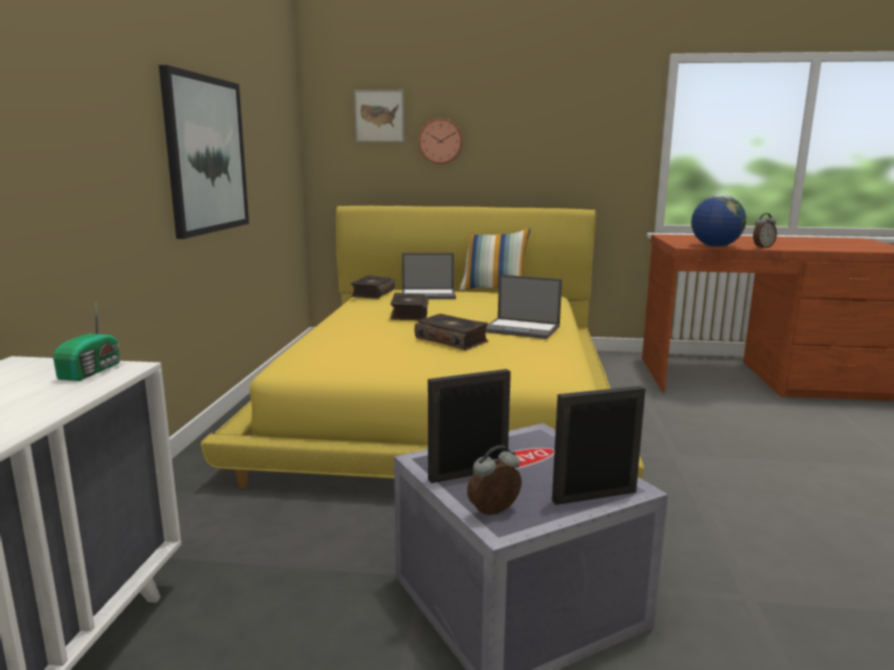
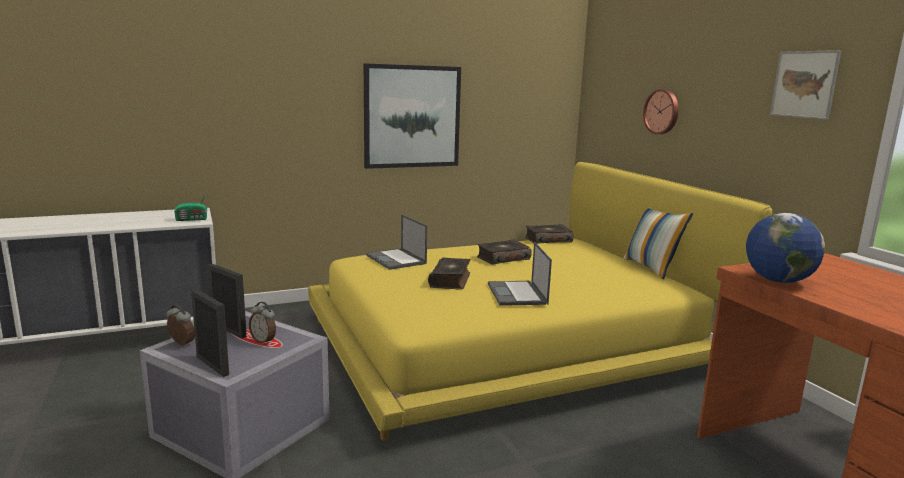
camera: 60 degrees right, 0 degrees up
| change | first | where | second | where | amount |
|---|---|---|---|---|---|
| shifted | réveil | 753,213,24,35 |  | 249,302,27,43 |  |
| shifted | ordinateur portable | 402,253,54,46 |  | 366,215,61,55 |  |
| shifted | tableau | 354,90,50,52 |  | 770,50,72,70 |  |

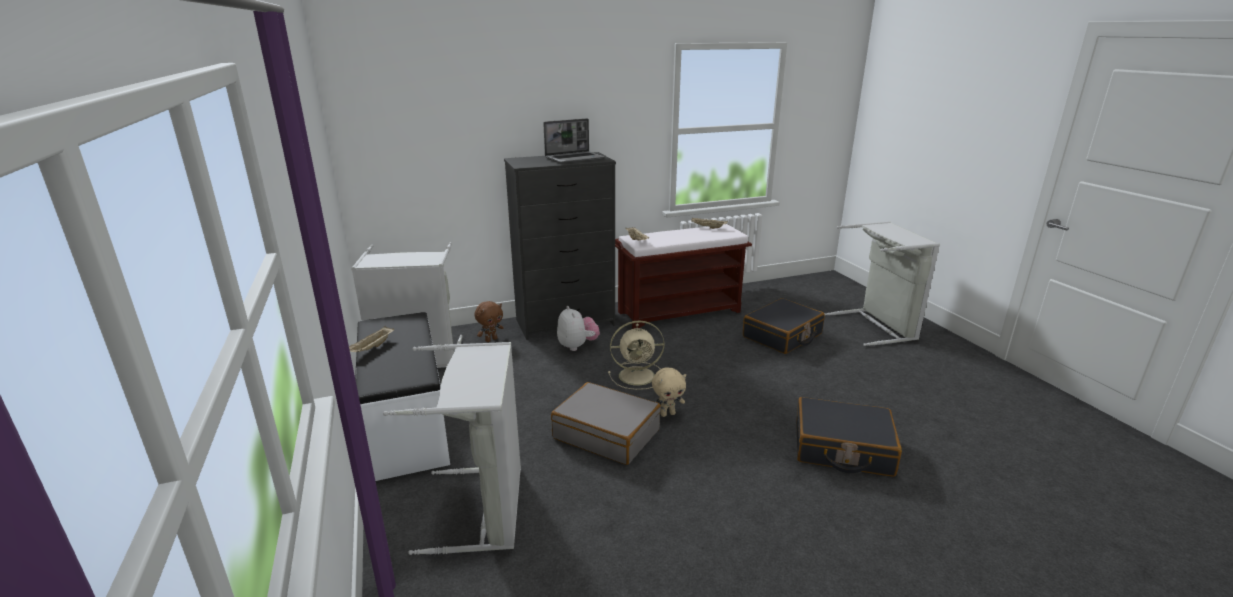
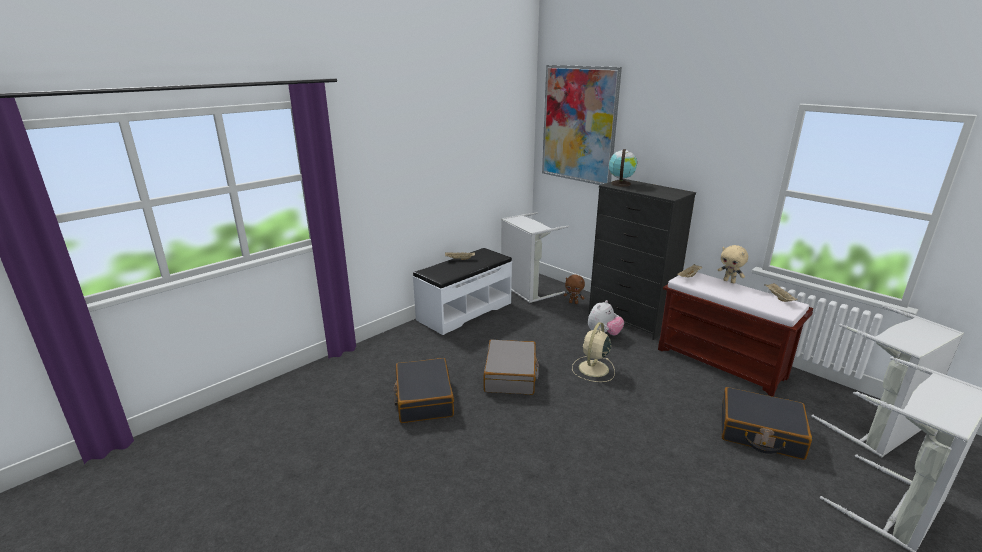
camera: 65 degrees right, 0 degrees up
| change | first | where | second | where | amount |
|---|---|---|---|---|---|
| shifted | valise/noir | 796,397,106,80 |  | 393,358,61,65 |  |
| new |  |  | tableau | 542,65,80,120 |  |
| rotated | ventilateur/beige | 608,321,56,69 |  | 572,322,43,60 | 60 degrees clockwise |
| new |  |  | globe | 609,149,28,38 |  |
| shifted | peluche/beige | 652,368,34,49 |  | 718,245,30,38 |  |
| shifted | panier à linge/gris | 383,342,138,213 |  | 811,305,153,152 |  |
| gone | ordinateur portable | 543,118,62,45 |  |  |  |

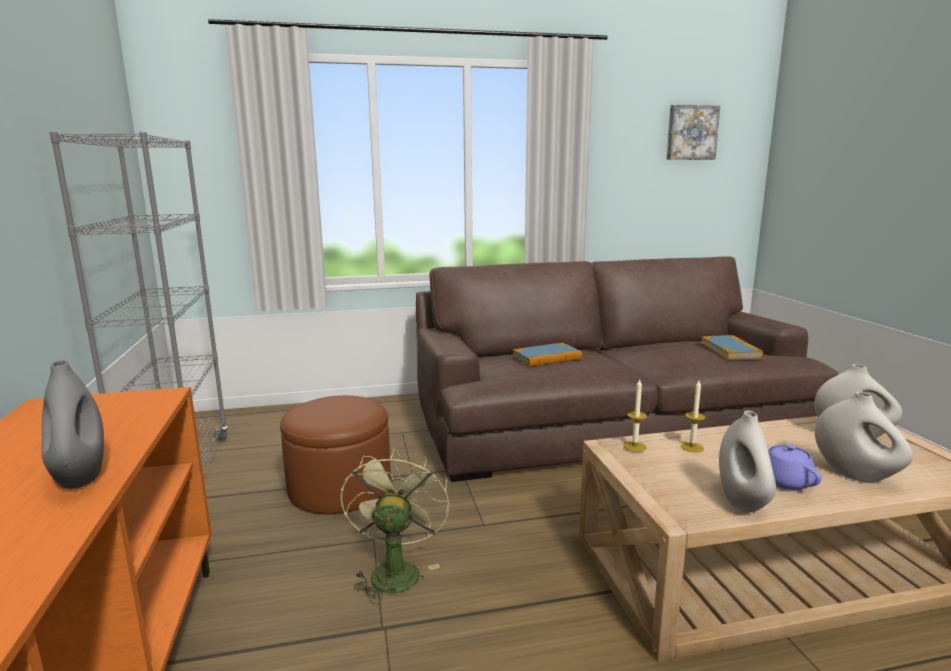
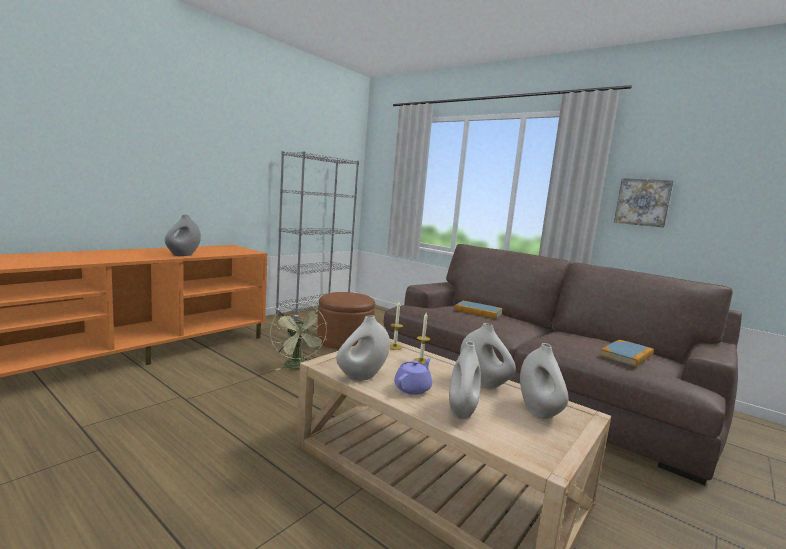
camera: 50 degrees right, 5 degrees down
| change | first | where | second | where | amount |
|---|---|---|---|---|---|
| rotated | ventilateur/vert | 340,448,110,156 |  | 270,303,57,67 | 105 degrees clockwise |
| new |  |  | vase/blanc | 460,323,56,66 |  |
| shifted | tableau | 666,105,54,55 |  | 614,178,60,49 |  |

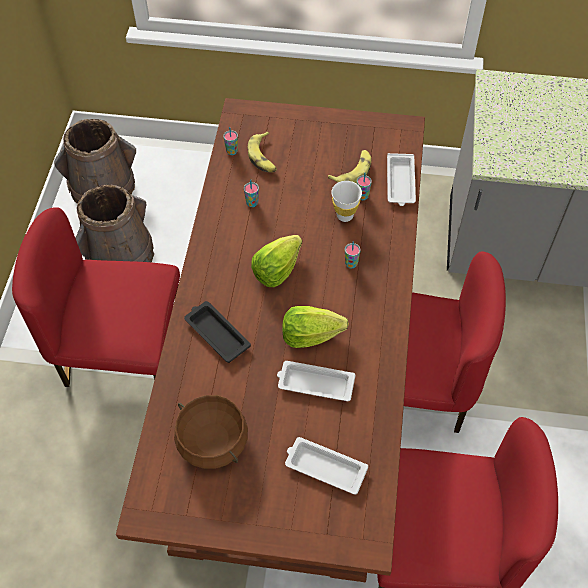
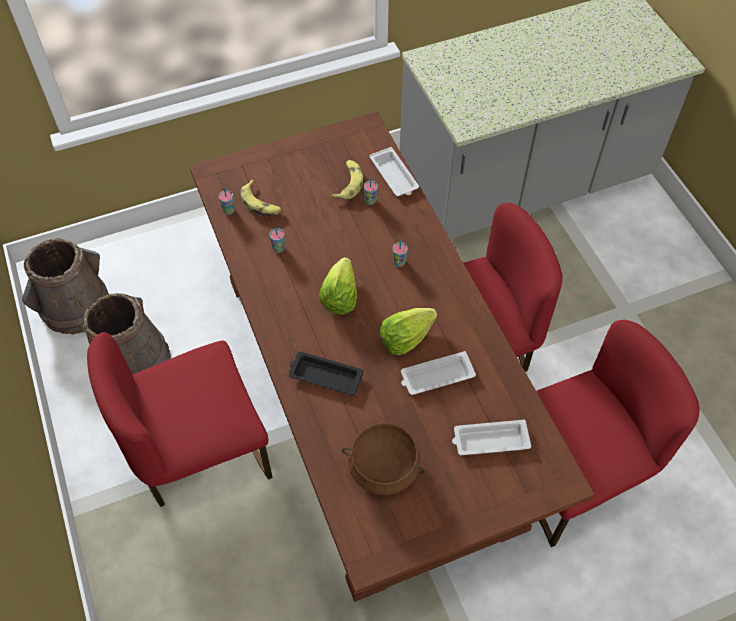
camera: 30 degrees left, 0 degrees up
| change | first | where | second | where | amount |
|---|---|---|---|---|---|
| gone | tasse/blanc | 331,181,31,41 |  |  |  |

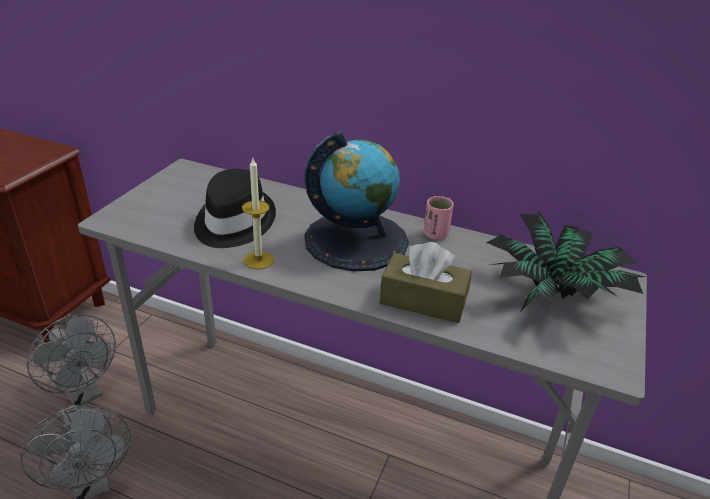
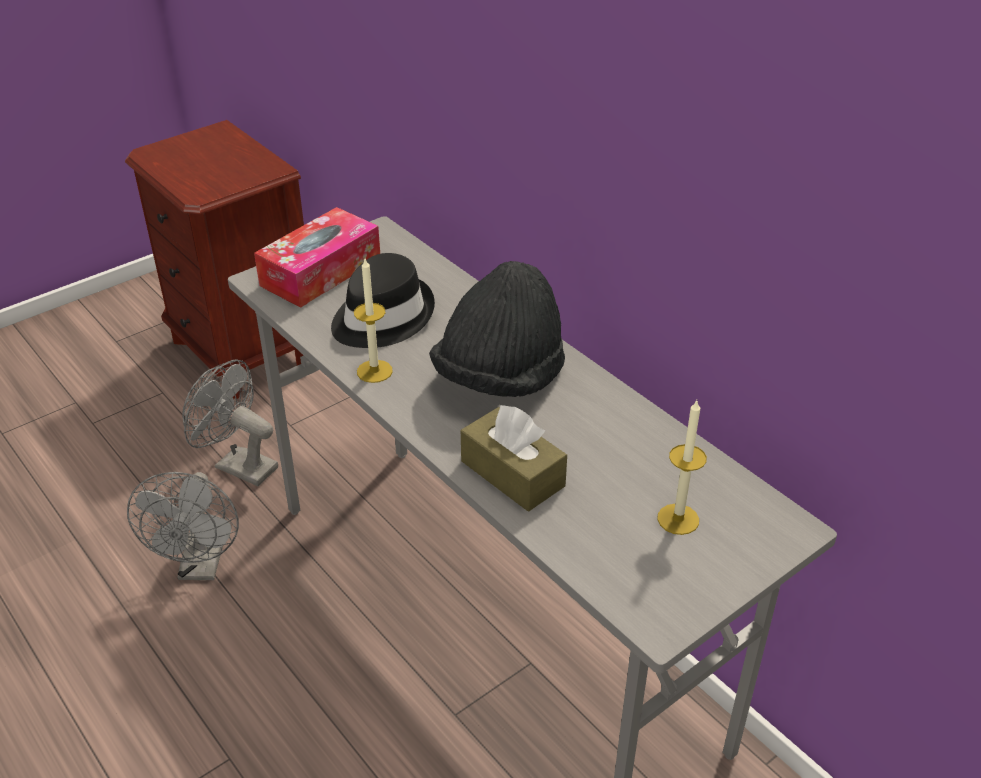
camera: 30 degrees right, 5 degrees up
| change | first | where | second | where | amount |
|---|---|---|---|---|---|
| rotated | ventilateur/gris | 27,314,89,92 |  | 182,359,96,127 | 135 degrees clockwise |
| new |  |  | boîte à mouchoirs | 254,207,126,101 |  |
| swapped | globe | 304,131,105,140 | chapeau/noir | 429,261,136,136 |  |
| swapped | plante en pot | 486,212,159,101 | bougie | 657,401,50,134 |  |
| gone | tasse/rose | 424,196,30,44 |  |  |  |

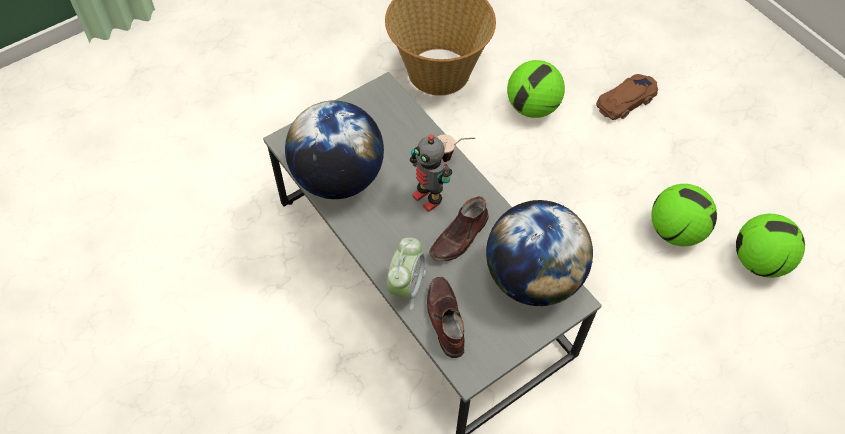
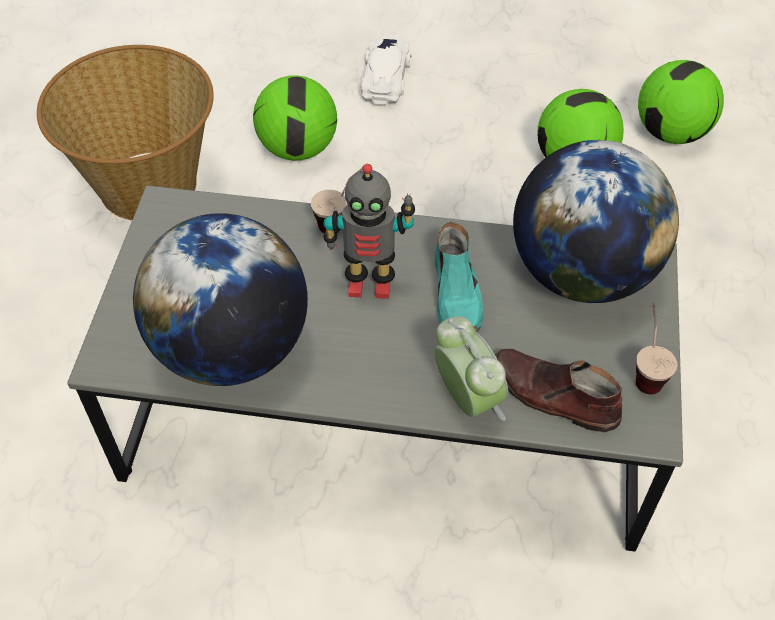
camera: 45 degrees left, 5 degrees down
| change | first | where | second | where | amount |
|---|---|---|---|---|---|
| repainted | petite voiture/marron | 596,74,62,46 | petite voiture/blanc | 361,35,50,69 |  |
| repainted | chaussure/marron | 429,196,60,65 | chaussure/turquoise | 435,222,48,111 |  |
| new |  |  | tasse | 636,303,41,92 |  |

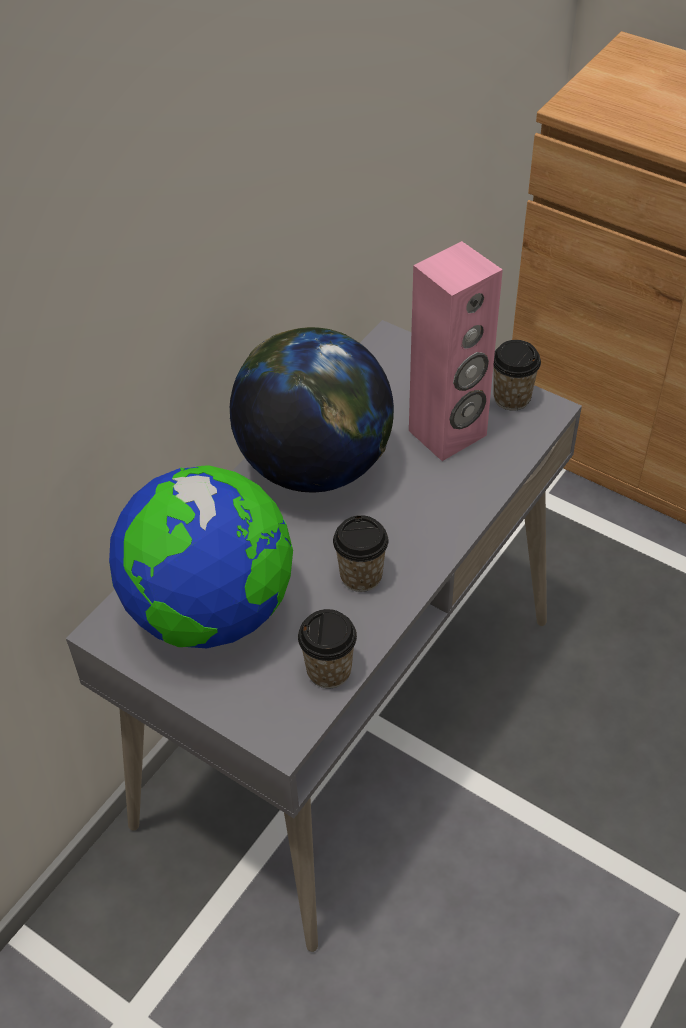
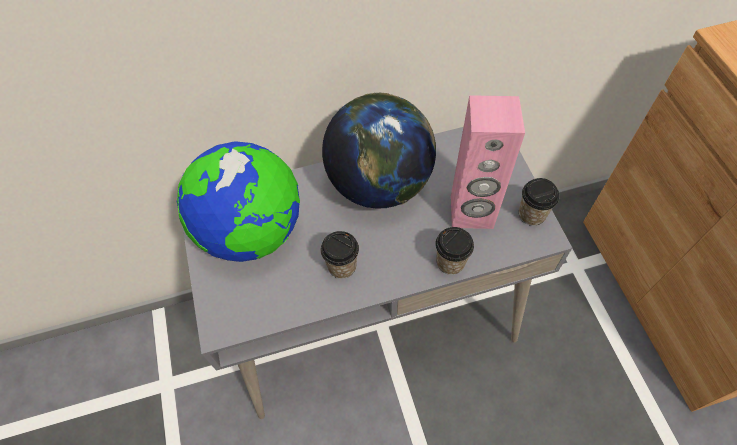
camera: 40 degrees right, 10 degrees up
| change | first | where | second | where | amount |
|---|---|---|---|---|---|
| shifted | tasse | 298,609,59,79 |  | 435,227,39,48 |  |

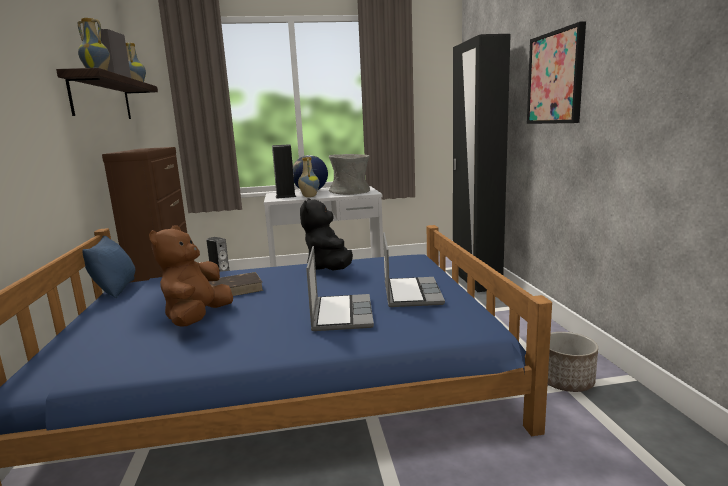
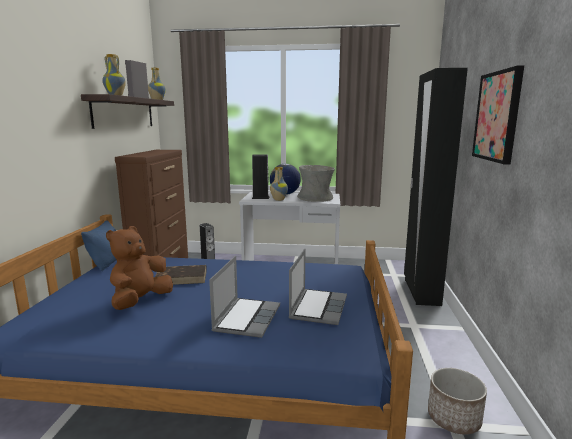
camera: 15 degrees right, 0 degrees up
| change | first | where | second | where | amount |
|---|---|---|---|---|---|
| gone | peluche/noir | 300,198,53,72 |  |  |  |

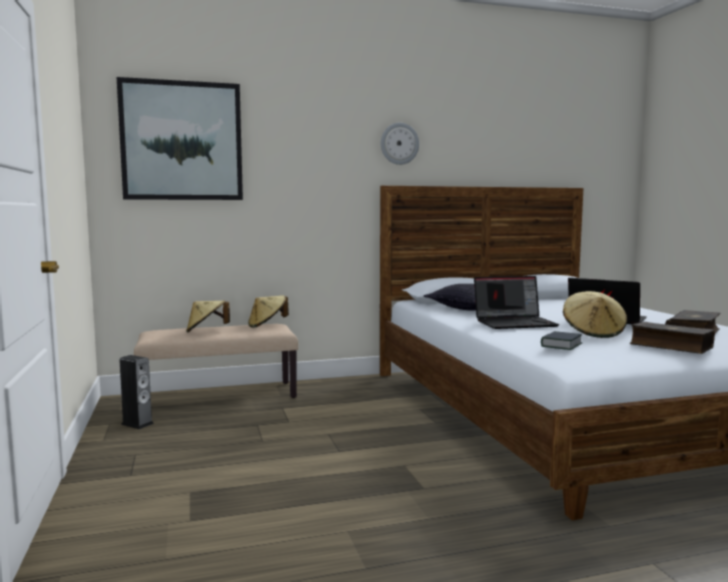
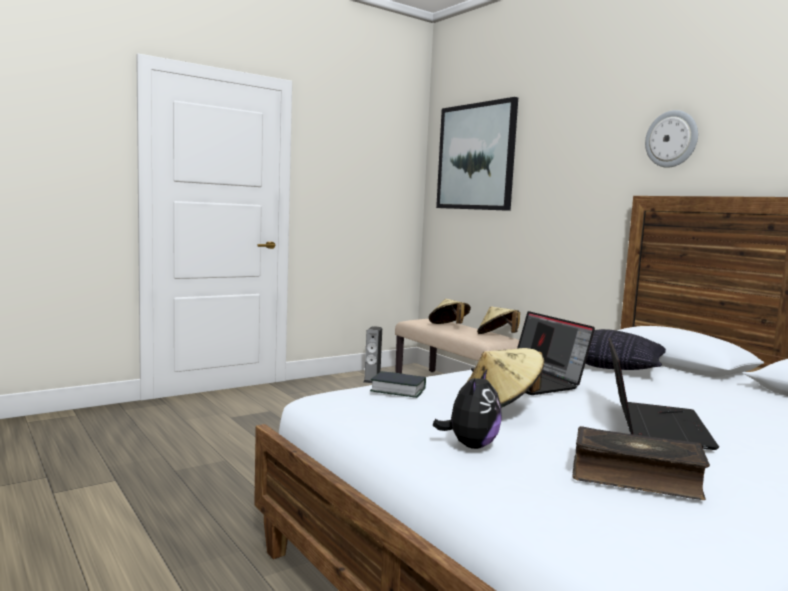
camera: 70 degrees right, 0 degrees up
| change | first | where | second | where | amount |
|---|---|---|---|---|---|
| swapped | livre | 630,322,85,32 | peluche | 433,370,69,79 |  |

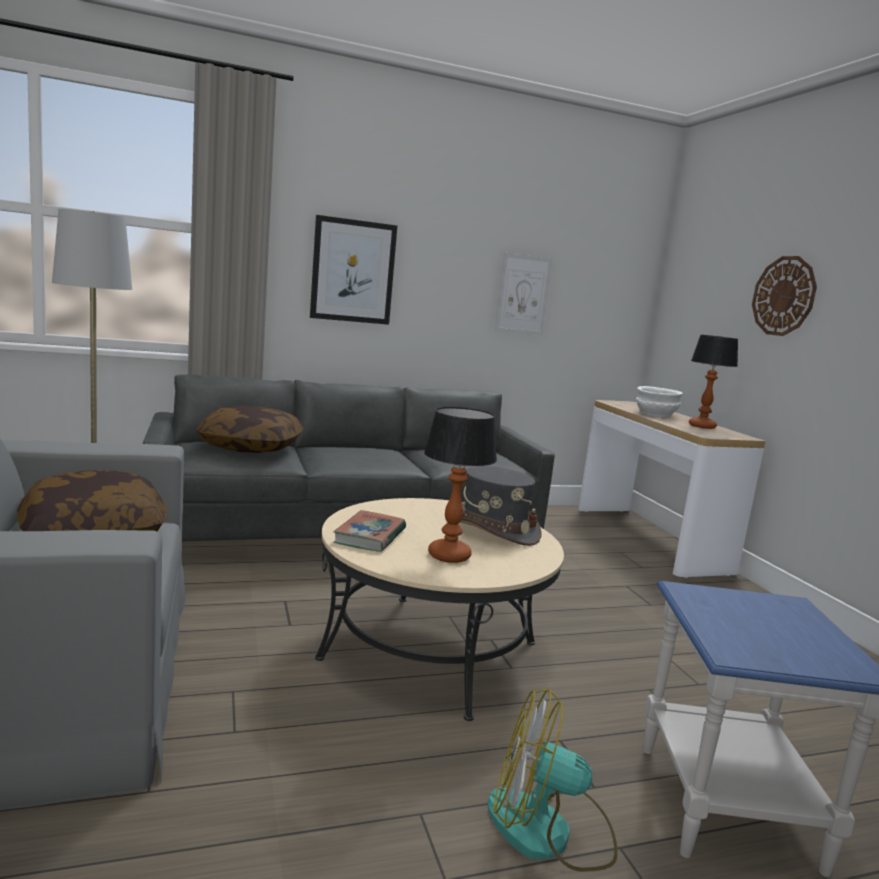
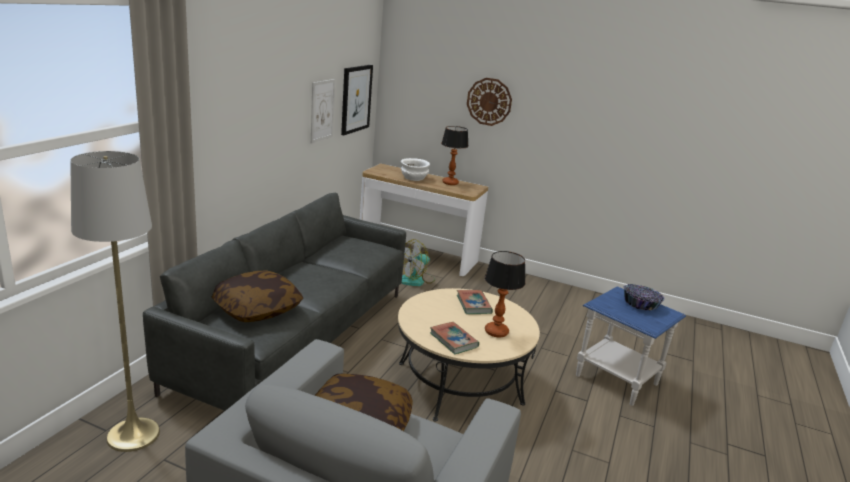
camera: 50 degrees left, 10 degrees up
| change | first | where | second | where | amount |
|---|---|---|---|---|---|
| shifted | tableau | 310,215,87,110 |  | 341,65,32,70 |  |
| shifted | ventilateur | 487,688,131,184 |  | 401,239,34,47 |  |
| swapped | chapeau/gris | 460,466,81,80 | livre | 457,290,36,24 |  |
| new |  |  | bol | 623,284,42,26 |  |

